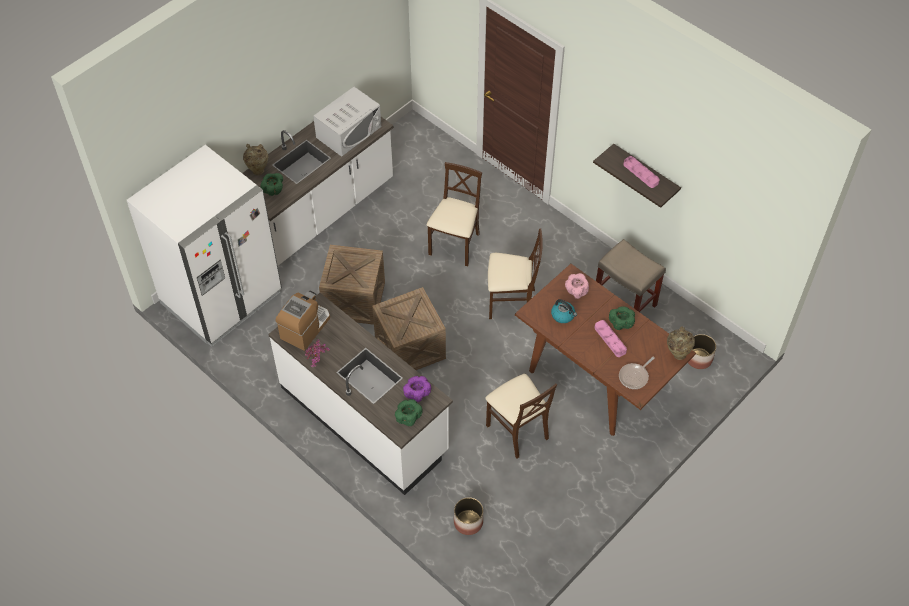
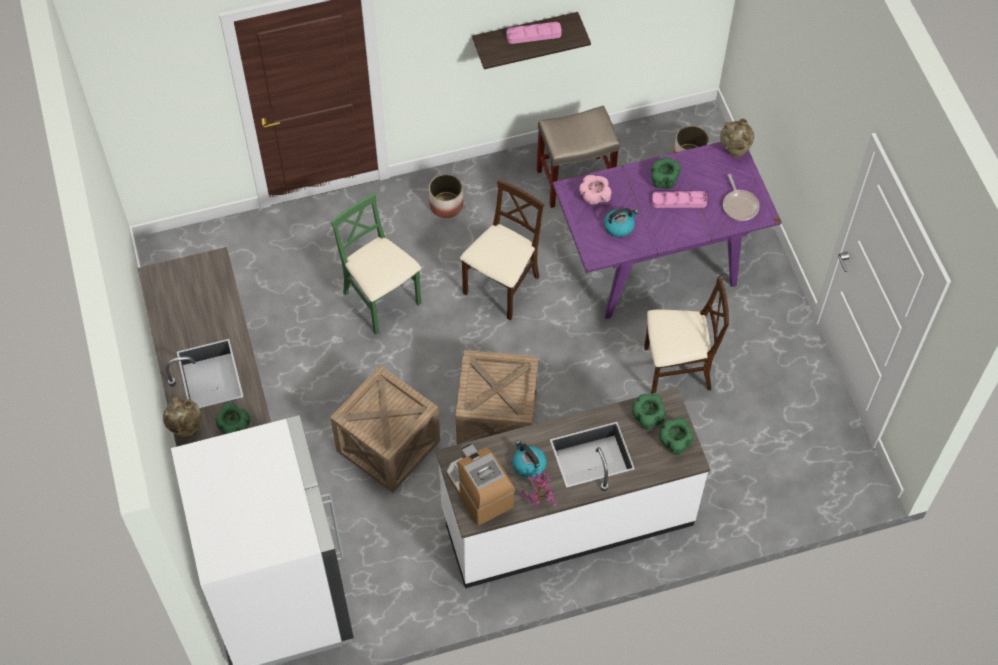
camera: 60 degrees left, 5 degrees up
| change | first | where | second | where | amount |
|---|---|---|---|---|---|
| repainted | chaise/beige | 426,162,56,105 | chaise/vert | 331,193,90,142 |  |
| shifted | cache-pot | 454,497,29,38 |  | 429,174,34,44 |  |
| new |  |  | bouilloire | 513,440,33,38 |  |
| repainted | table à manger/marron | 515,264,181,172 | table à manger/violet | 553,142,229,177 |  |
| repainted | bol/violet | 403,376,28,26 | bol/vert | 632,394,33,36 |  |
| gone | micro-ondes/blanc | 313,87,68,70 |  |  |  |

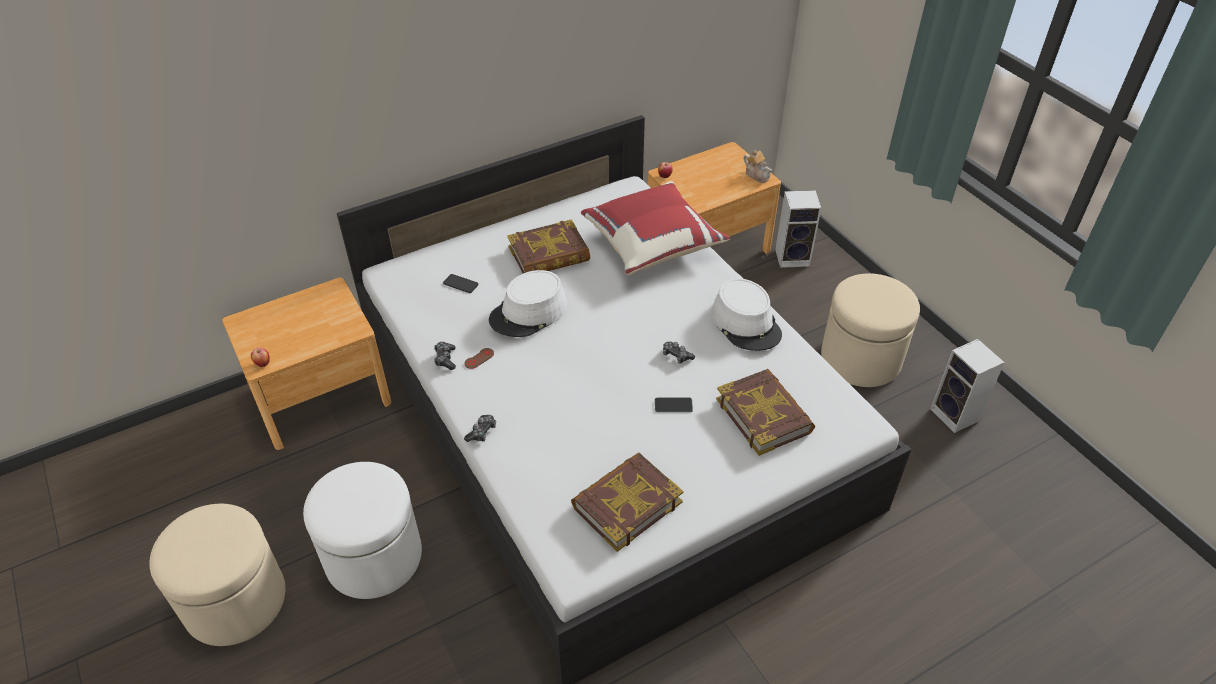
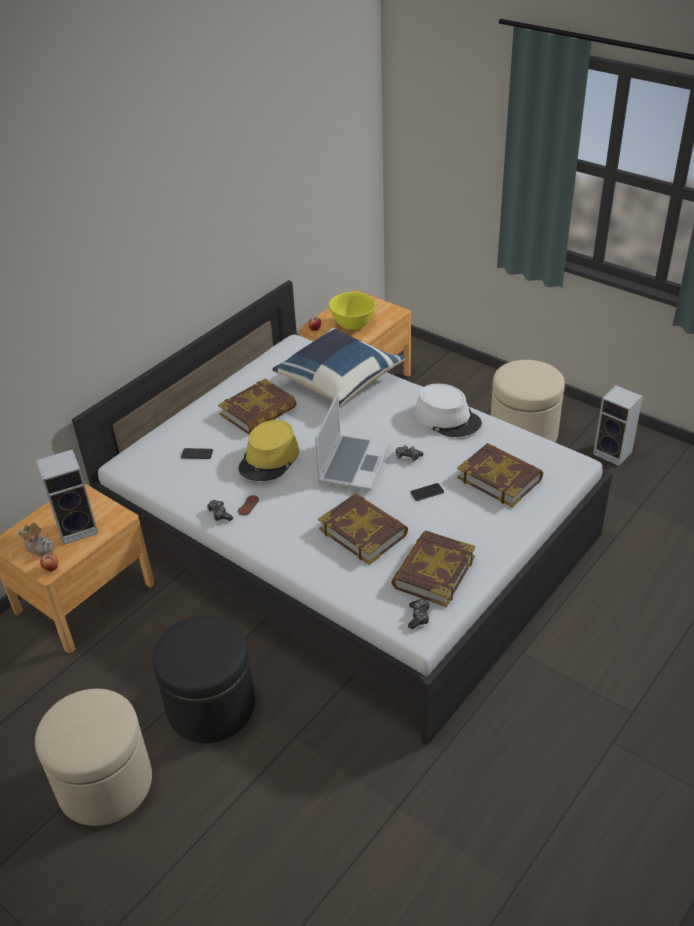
camera: 20 degrees left, 5 degrees down
| change | first | where | second | where | amount |
|---|---|---|---|---|---|
| shifted | théière | 744,150,28,33 |  | 19,523,35,34 |  |
| shifted | enceinte | 775,190,46,78 |  | 36,449,62,96 |  |
| repainted | pouf/blanc | 303,462,119,137 | pouf/noir | 153,615,102,128 |  |
| repainted | chapeau/blanc | 489,270,78,67 | chapeau/jaune | 238,420,61,61 |  |
| repainted | coussin/rouge | 581,181,149,94 | coussin/bleu | 272,328,133,79 |  |
| new |  |  | ordinateur portable | 315,394,75,97 |  |
| new |  |  | livre | 318,493,90,72 |  |
| new |  |  | bol/jaune | 329,292,47,38 |  |
| shifted | manette | 464,415,32,27 |  | 408,599,22,30 |  |

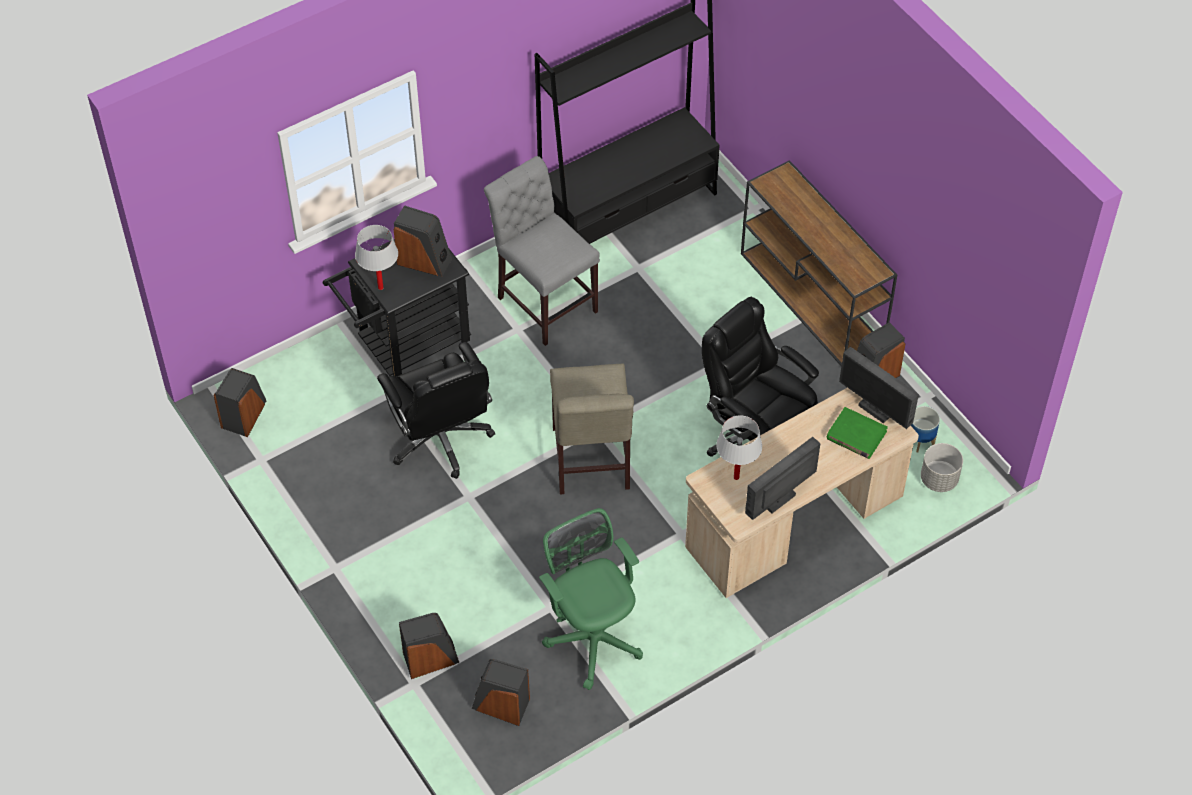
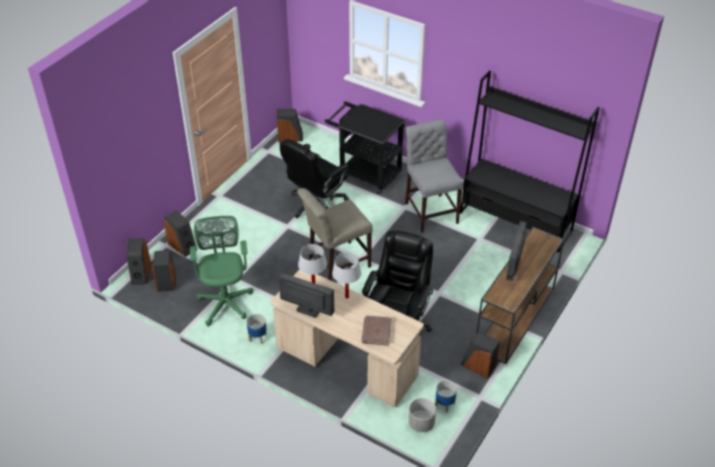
camera: 65 degrees right, 10 degrees down
| change | first | where | second | where | amount |
|---|---|---|---|---|---|
| shifted | enceinte | 394,205,58,72 |  | 126,238,25,47 |  |
| rotated | chaise de bureau/vert | 539,508,104,182 |  | 190,216,64,110 | 45 degrees counterclockwise |
| new |  |  | cache-pot | 247,314,20,30 |  |
| shifted | lampe de table/blanc | 355,225,43,65 |  | 332,253,29,46 |  |
| repainted | livre/vert | 827,407,61,52 | livre/marron | 361,316,31,30 |  |
| rotated | chaise/gris | 484,156,116,190 |  | 405,119,59,114 | 45 degrees counterclockwise |
| shifted | écran d'ordinateur | 839,347,80,82 |  | 506,221,21,60 |  |

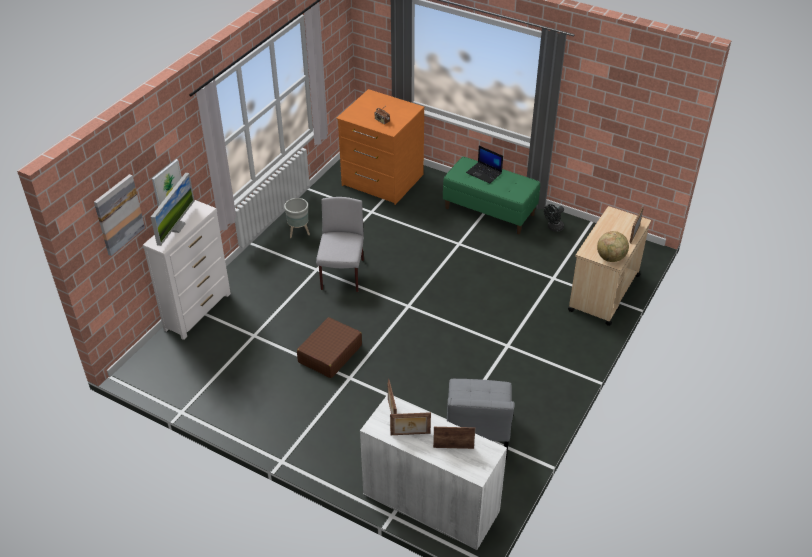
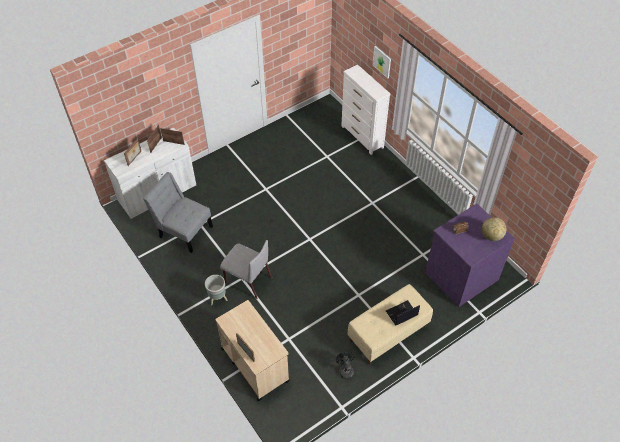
camera: 115 degrees right, 10 degrees up
| change | first | where | second | where | amount |
|---|---|---|---|---|---|
| shifted | cache-pot/gris | 284,198,26,40 |  | 205,275,22,30 |  |
| shifted | chaise/gris | 316,197,48,95 |  | 220,240,52,59 |  |
| repainted | banc/vert | 443,157,97,77 | banc/beige | 348,284,85,80 |  |
| repainted | commode/orange | 336,89,89,116 | commode/violet | 425,204,90,103 |  |
| shifted | globe | 597,231,32,31 |  | 482,217,25,24 |  |
| gone | tableau | 94,174,51,82 |  |  |  |
| gone | écran d'ordinateur | 151,173,44,73 |  |  |  |
| gone | valise/marron | 297,317,65,61 |  |  |  |

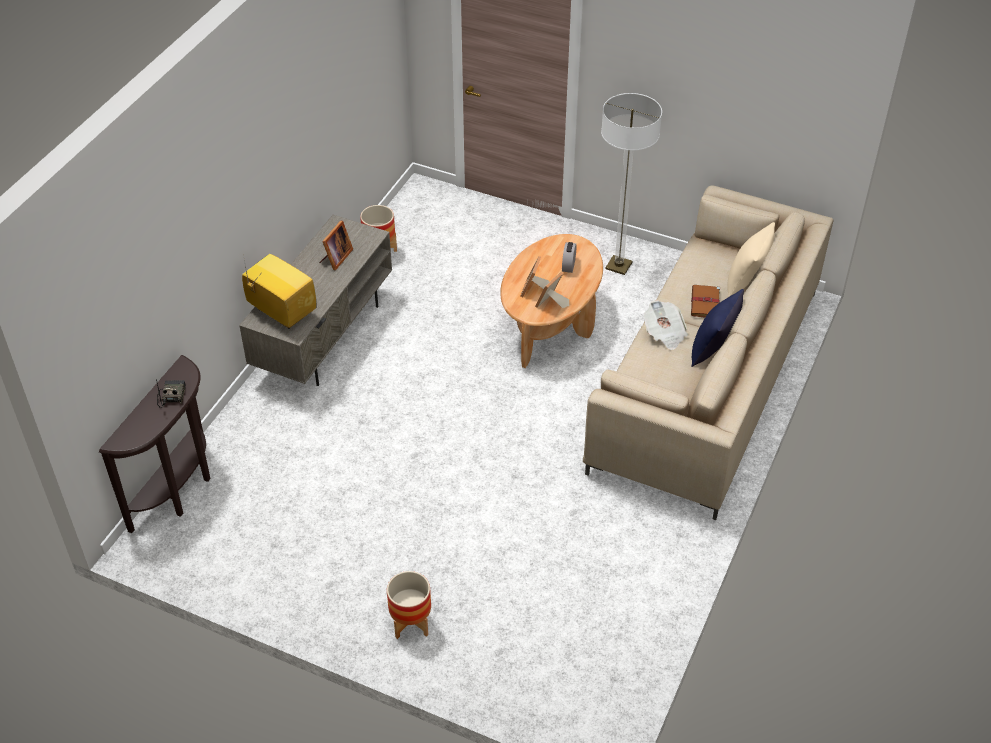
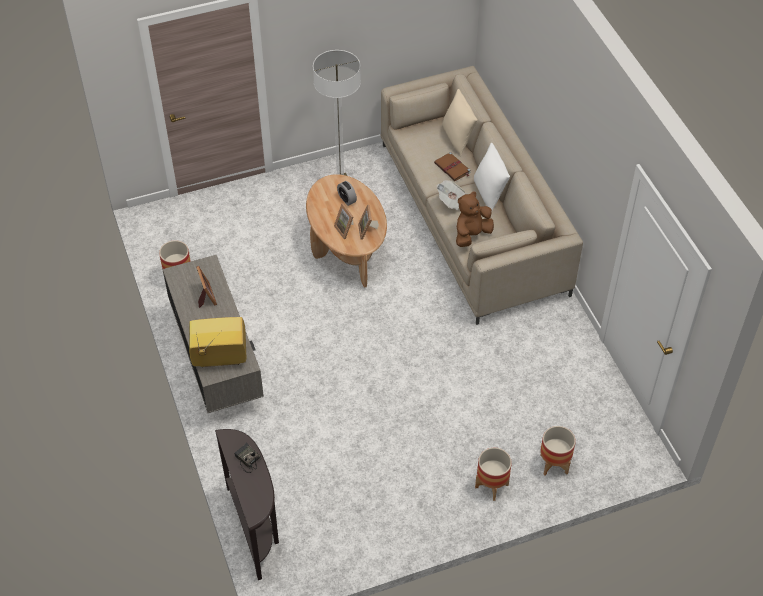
camera: 45 degrees left, 5 degrees up
| change | first | where | second | where | amount |
|---|---|---|---|---|---|
| new |  |  | peluche/marron | 456,192,38,55 |  |
| repainted | coussin/bleu | 691,289,53,78 | coussin/blanc | 474,143,36,68 |  |
| new |  |  | cache-pot | 541,426,35,49 |  |

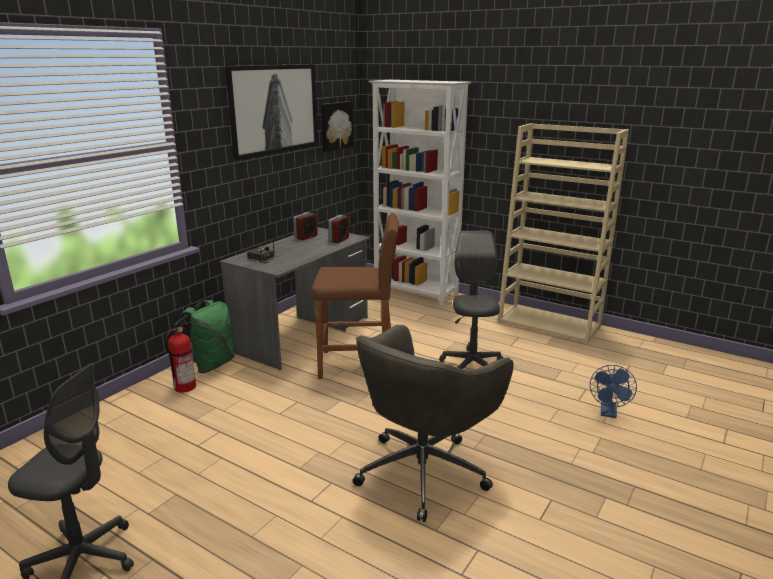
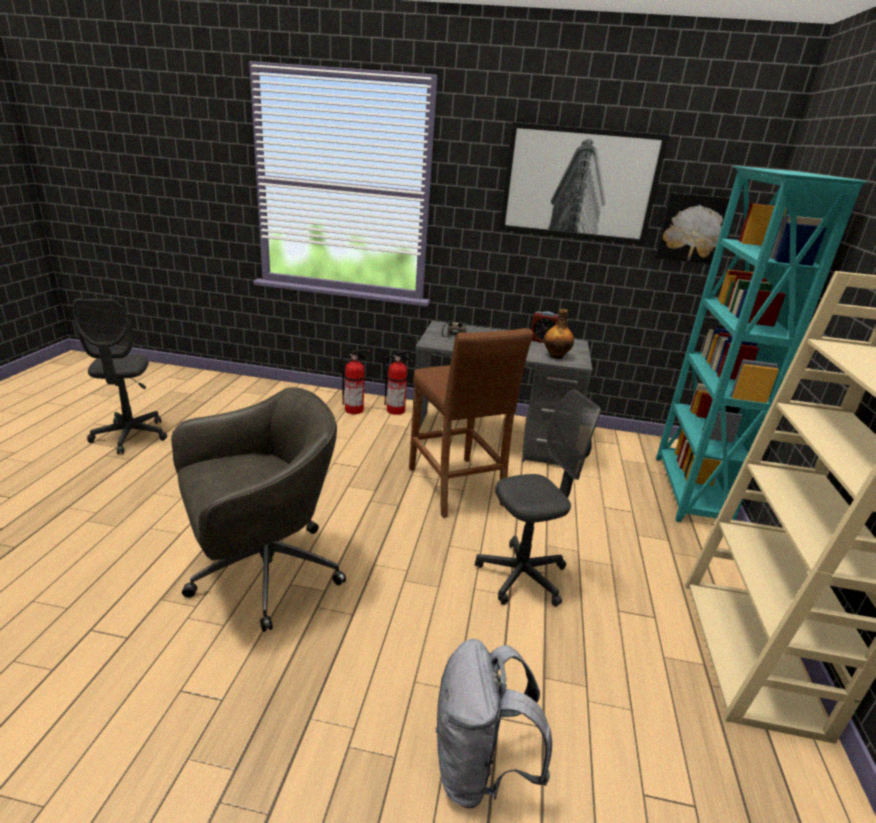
camera: 65 degrees right, 5 degrees up
| change | first | where | second | where | amount |
|---|---|---|---|---|---|
| rotated | chaise de bureau/gris | 353,325,161,197 |  | 171,387,175,245 | 135 degrees clockwise |
| swapped | sac à dos/vert | 179,300,55,73 | extincteur | 383,351,30,64 |  |
| swapped | ventilateur/bleu | 590,365,47,53 | sac à dos/gris | 435,639,117,169 |  |
| swapped | réveil | 328,215,21,28 | bouteille | 544,309,30,50 |  |
| repainted | bibliothèque/blanc | 368,80,103,226 | bibliothèque/turquoise | 656,166,211,356 |  |

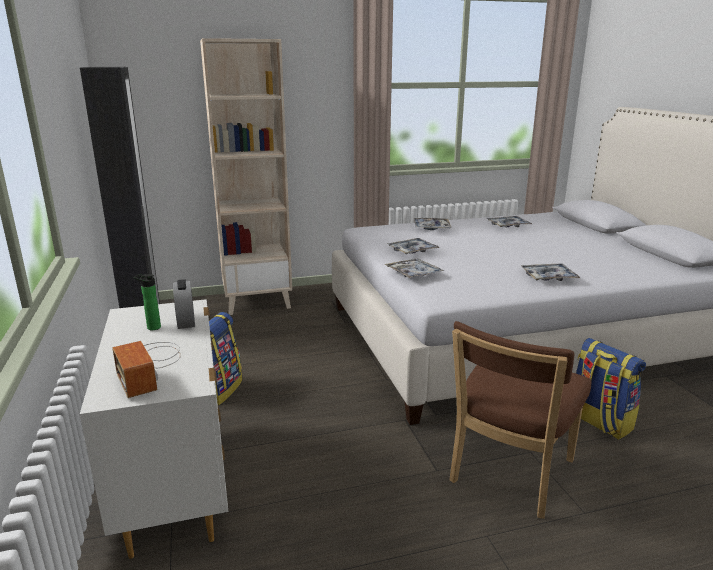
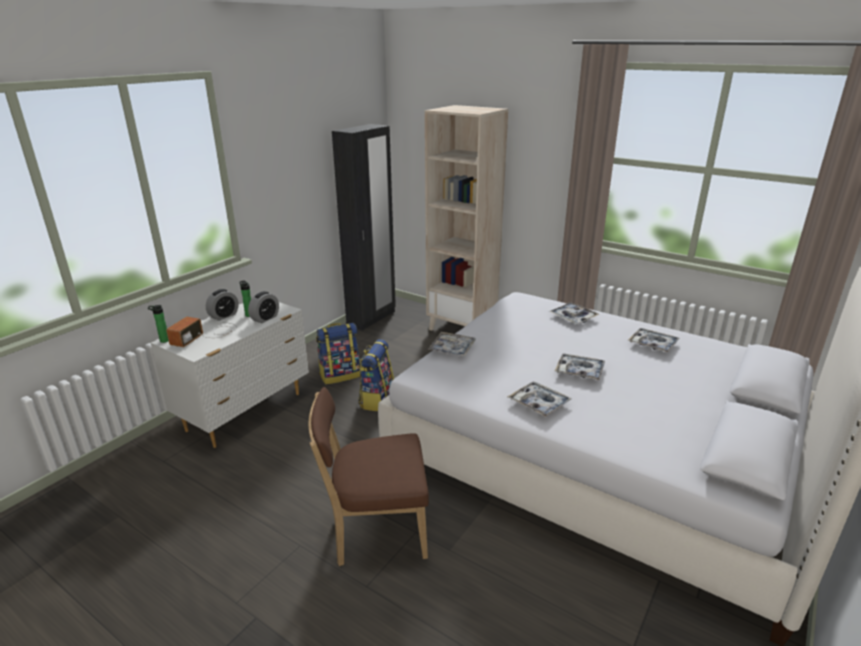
camera: 50 degrees right, 5 degrees up
| change | first | where | second | where | amount |
|---|---|---|---|---|---|
| new |  |  | bouteille | 148,305,21,38 |  |
| new |  |  | réveil | 206,289,33,32 |  |
| shifted | sac à dos | 576,338,70,102 |  | 358,339,36,72 |  |
| shifted | plateau | 387,238,53,16 |  | 555,354,50,26 |  |

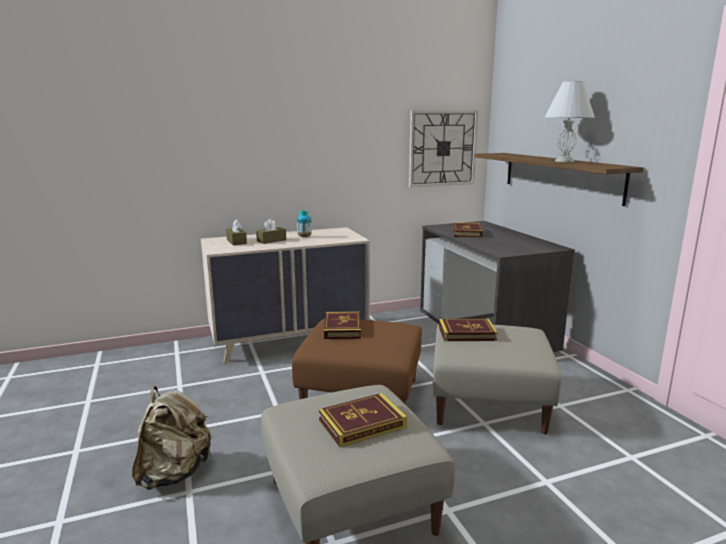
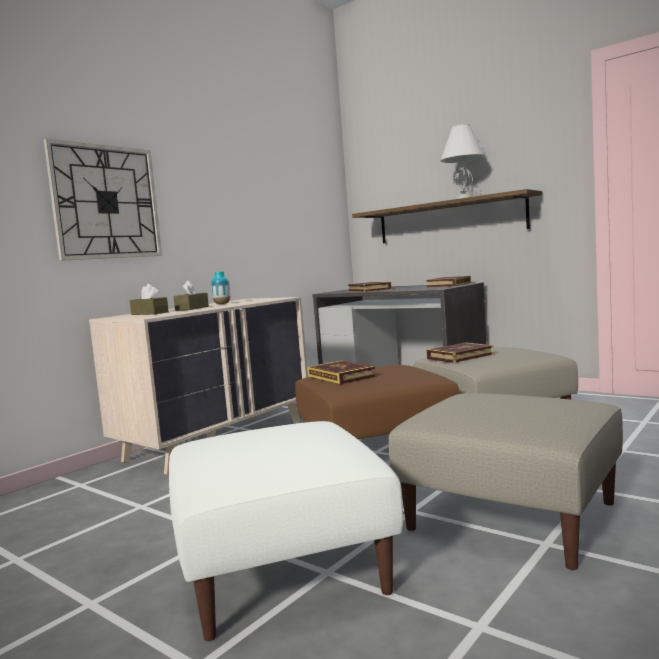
camera: 30 degrees left, 10 degrees down
| change | first | where | second | where | amount |
|---|---|---|---|---|---|
| shifted | horloge murale | 409,110,69,77 |  | 44,139,118,122 |  |
| swapped | sac à dos/beige | 132,386,80,104 | pouf/blanc | 169,421,234,220 |  |
| shifted | livre | 319,393,88,54 |  | 426,276,45,11 |  |

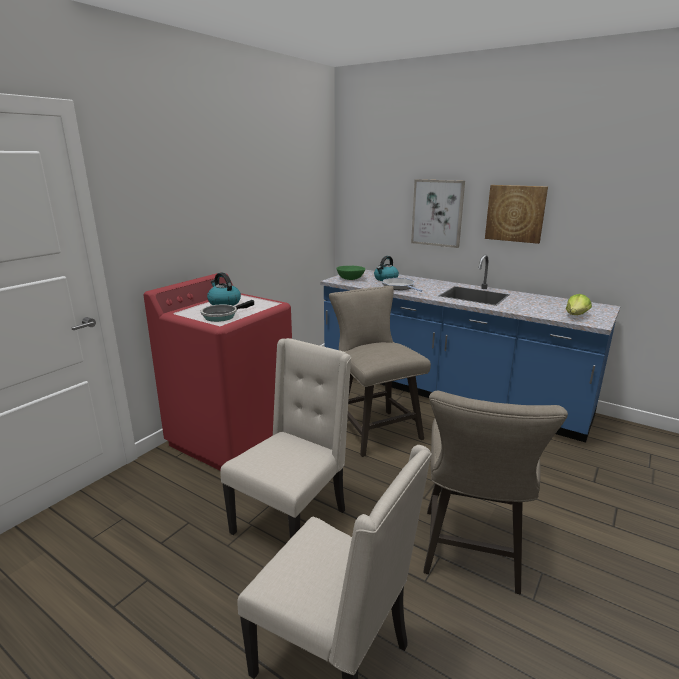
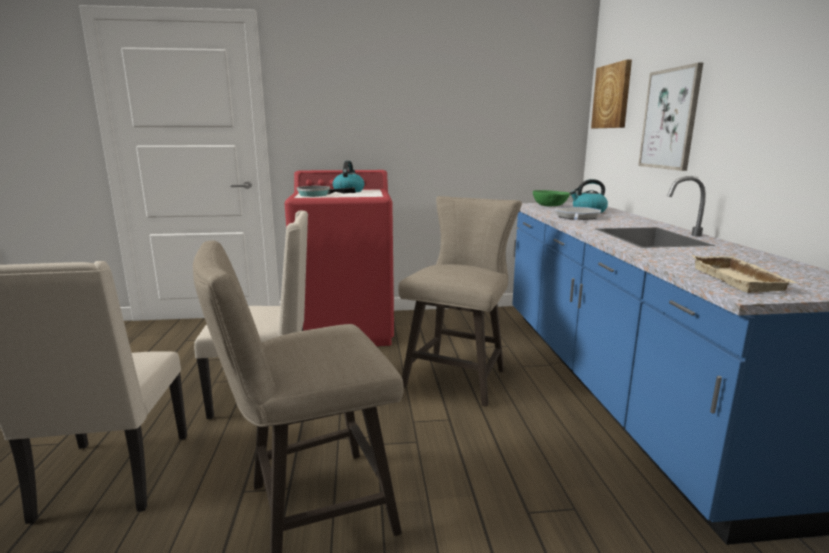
camera: 50 degrees right, 5 degrees down
| change | first | where | second | where | amount |
|---|---|---|---|---|---|
| shifted | tableau | 485,185,63,59 |  | 591,60,41,68 |  |
| swapped | laitue | 566,294,26,21 | plateau/beige | 691,255,106,38 |  |

